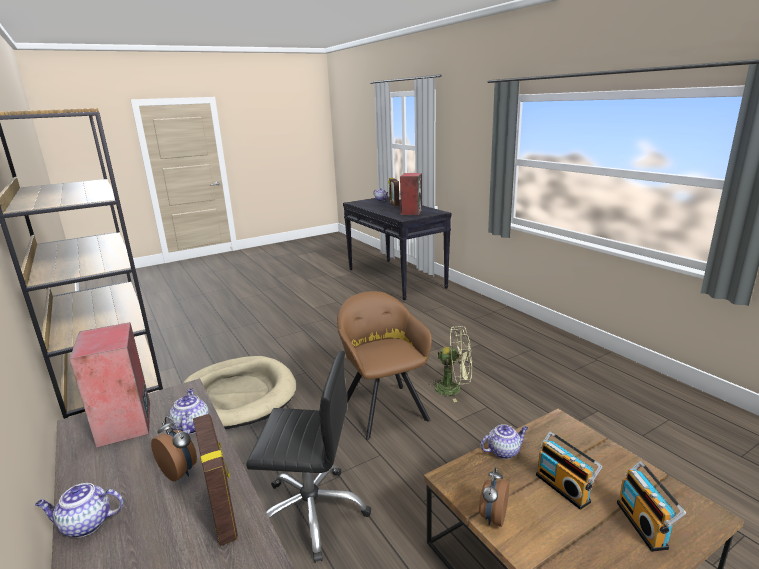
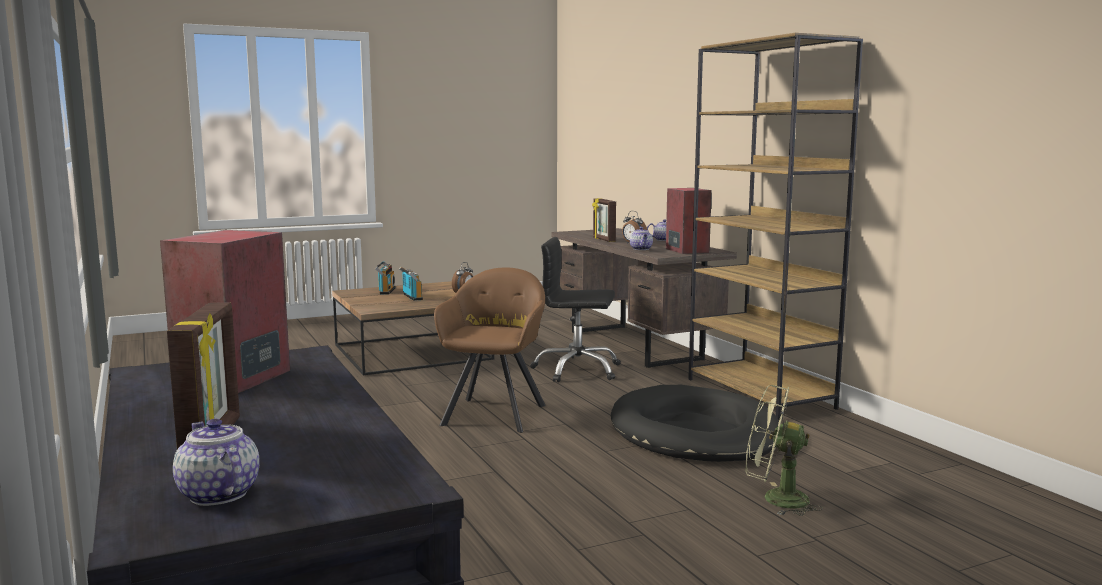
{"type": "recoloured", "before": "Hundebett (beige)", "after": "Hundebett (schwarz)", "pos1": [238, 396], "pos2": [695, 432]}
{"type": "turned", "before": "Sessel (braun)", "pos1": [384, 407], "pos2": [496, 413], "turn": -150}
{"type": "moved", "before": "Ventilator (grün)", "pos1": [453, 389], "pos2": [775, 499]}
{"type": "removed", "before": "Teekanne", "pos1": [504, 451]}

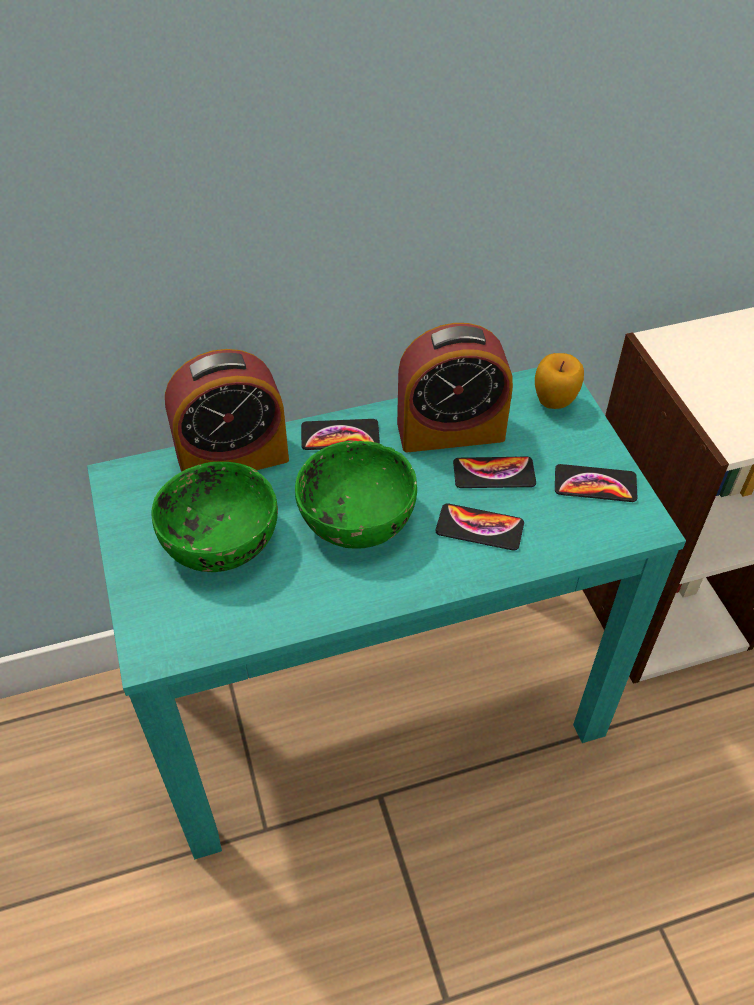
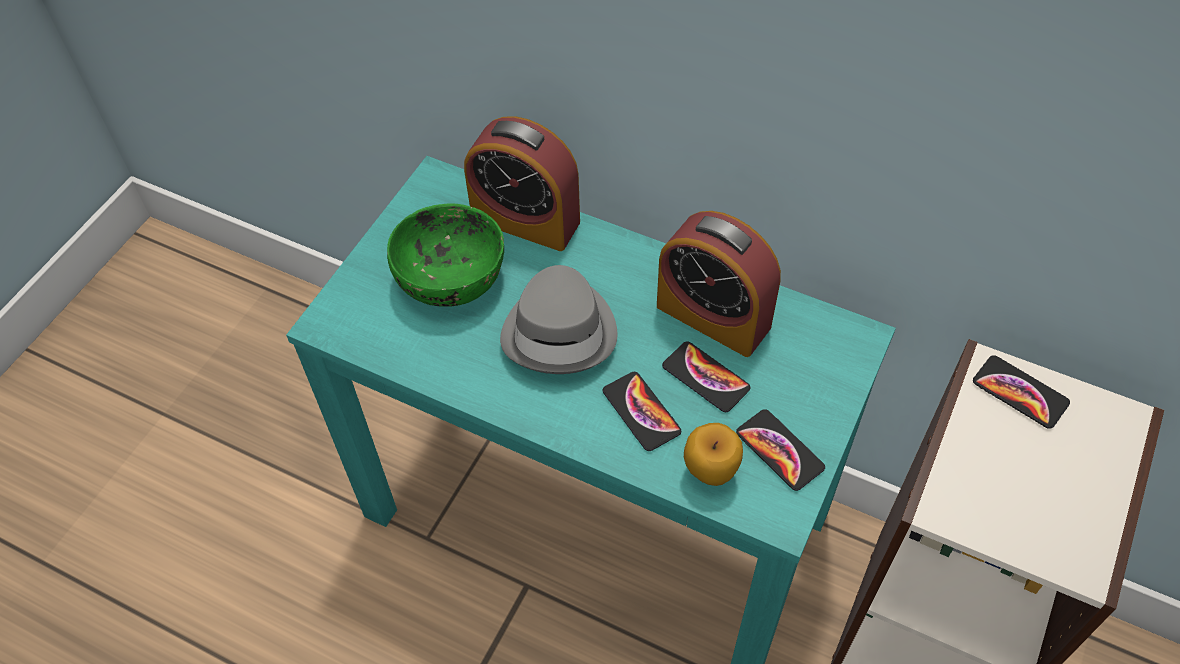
{"type": "replaced", "before": "Schüssel (grün)", "after": "Hut (grau)", "pos1": [356, 516], "pos2": [561, 331]}
{"type": "moved", "before": "Handy", "pos1": [340, 436], "pos2": [1020, 392]}
{"type": "moved", "before": "Apfel", "pos1": [554, 402], "pos2": [710, 472]}

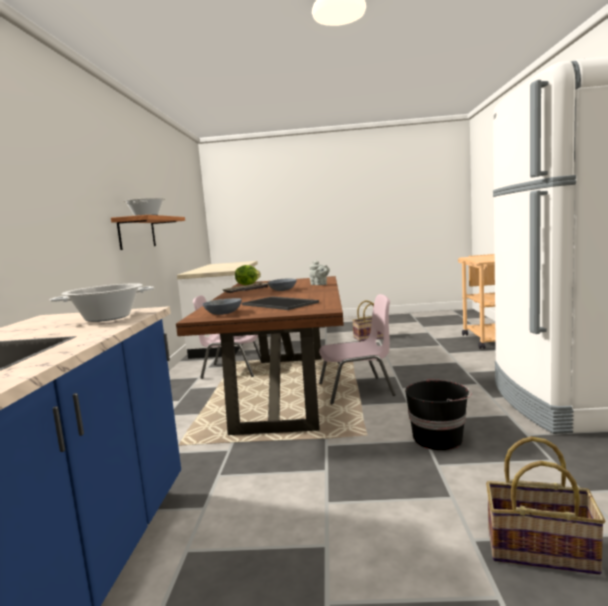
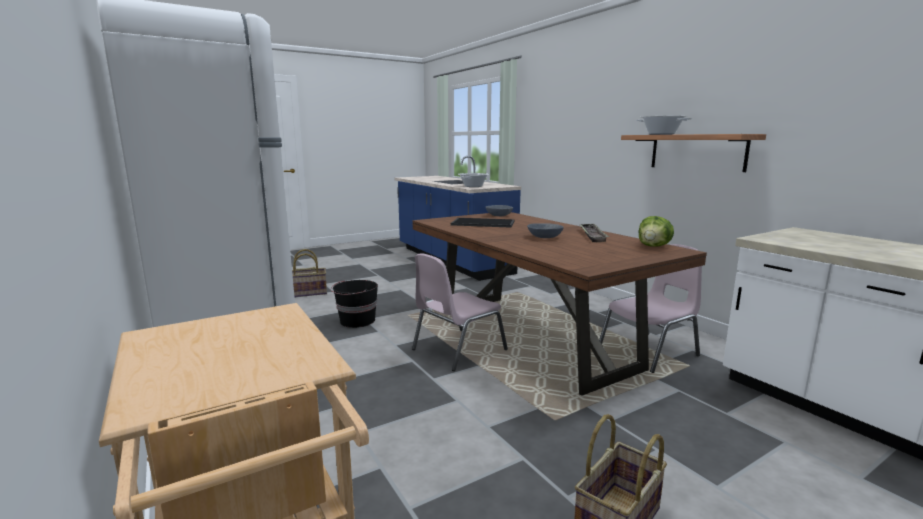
{"type": "removed", "before": "Teekanne (grau)", "pos1": [319, 285]}

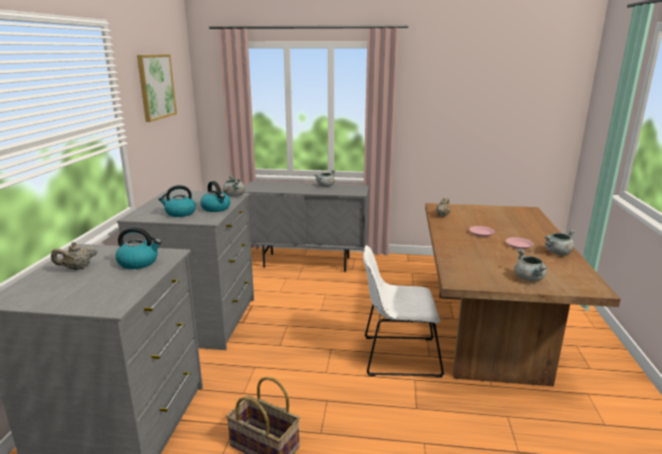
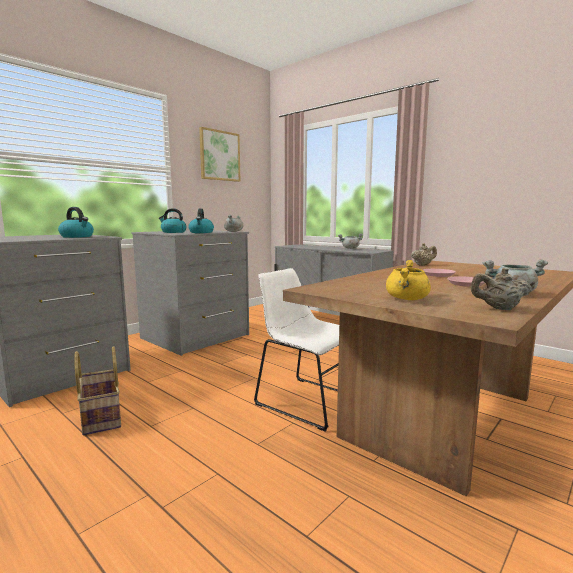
{"type": "moved", "before": "Teekanne (beige)", "pos1": [77, 268], "pos2": [499, 308]}
{"type": "recoloured", "before": "Kochtopf (grau)", "after": "Kochtopf (gelb)", "pos1": [529, 279], "pos2": [407, 299]}

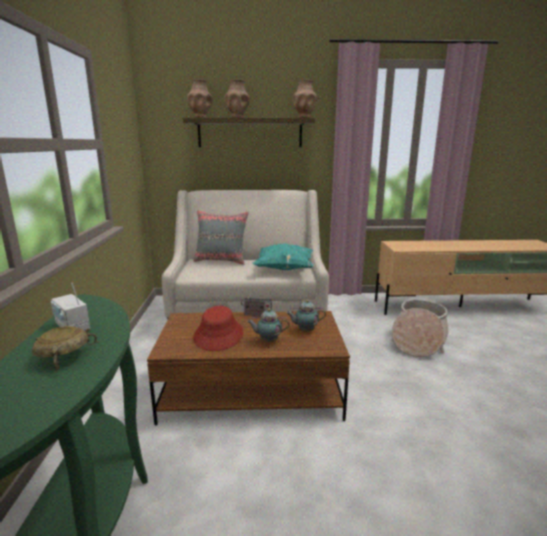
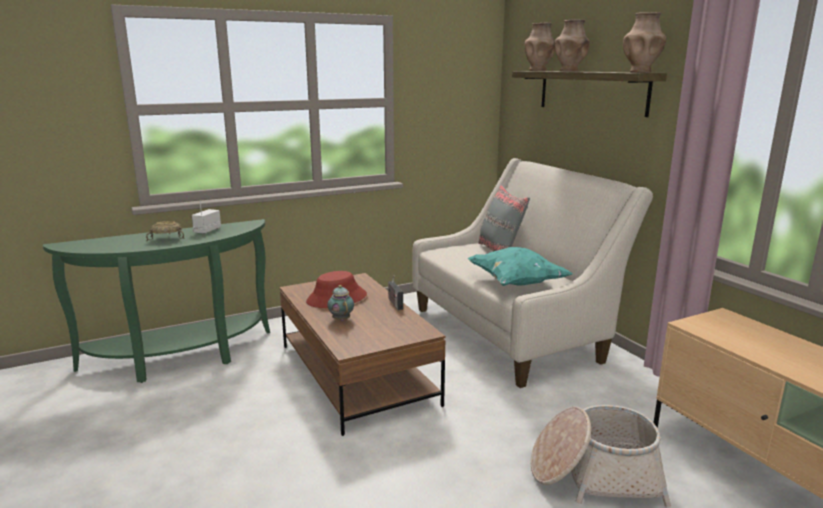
{"type": "removed", "before": "Teekanne", "pos1": [305, 330]}

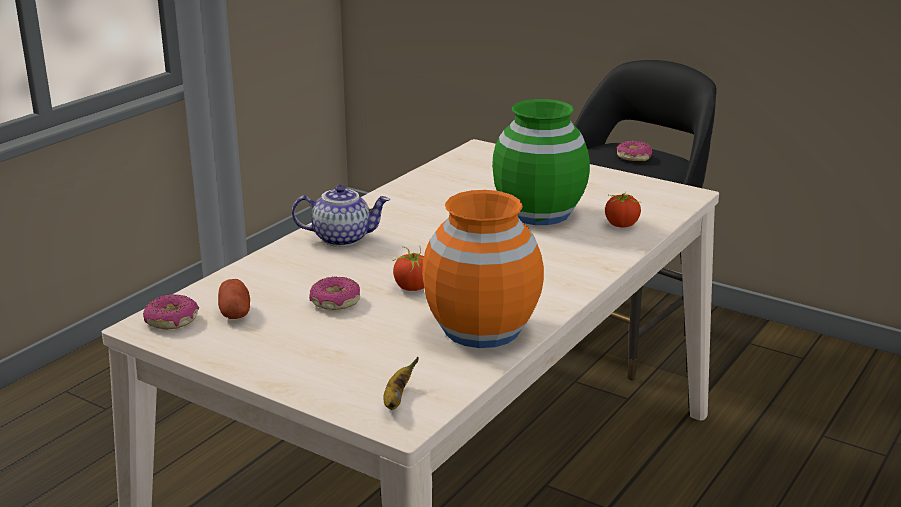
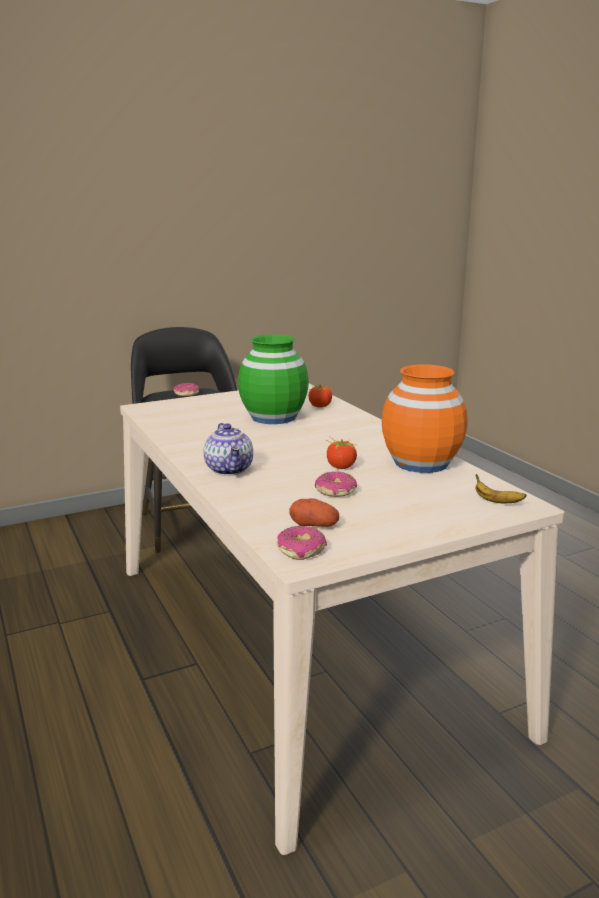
{"type": "turned", "before": "Teekanne", "pos1": [342, 238], "pos2": [230, 470], "turn": 135}

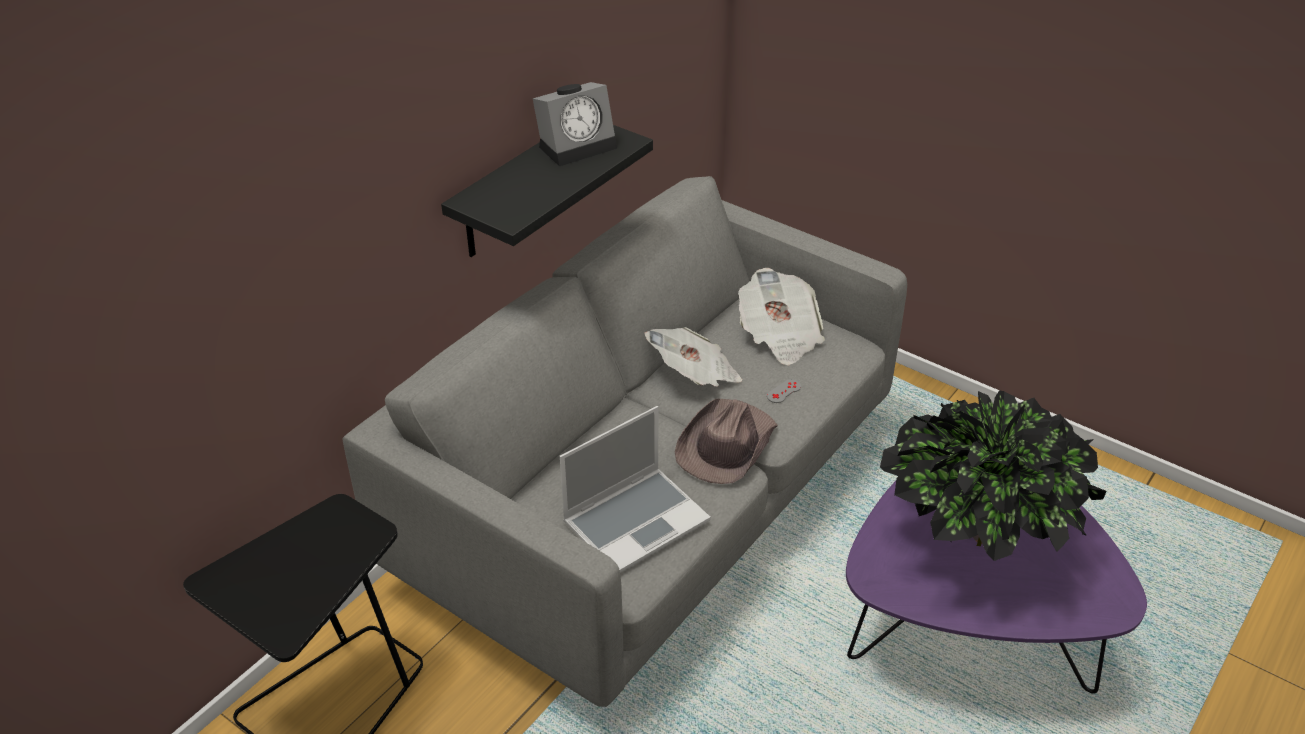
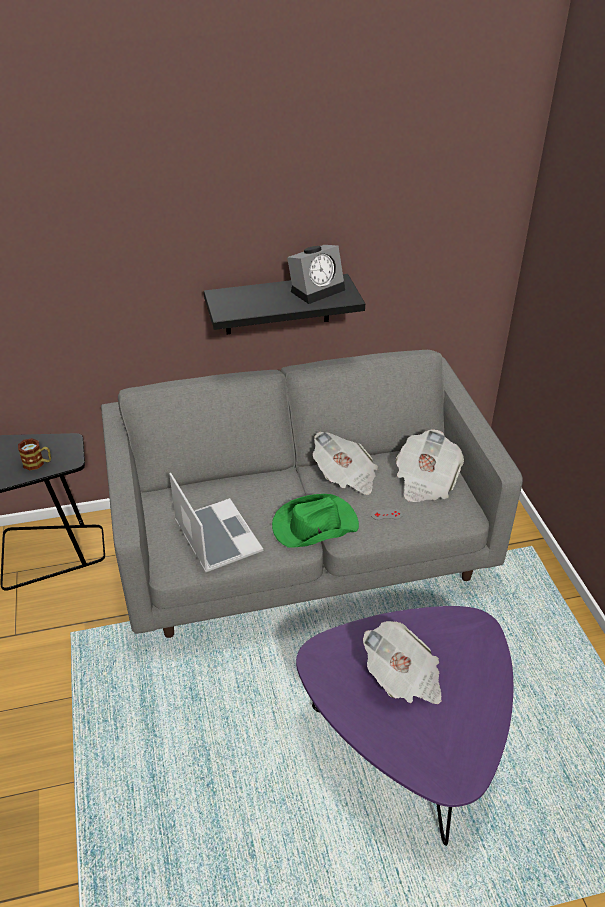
{"type": "turned", "before": "Wecker", "pos1": [578, 145], "pos2": [317, 289], "turn": -45}
{"type": "turned", "before": "Laptop", "pos1": [636, 520], "pos2": [216, 536], "turn": -120}
{"type": "recoloured", "before": "Hut (braun)", "after": "Hut (grün)", "pos1": [726, 445], "pos2": [314, 525]}
{"type": "replaced", "before": "Topfpflanze", "after": "Zeitung", "pos1": [972, 544], "pos2": [403, 678]}
{"type": "added", "after": "Henkelbecher", "pos2": [38, 463]}

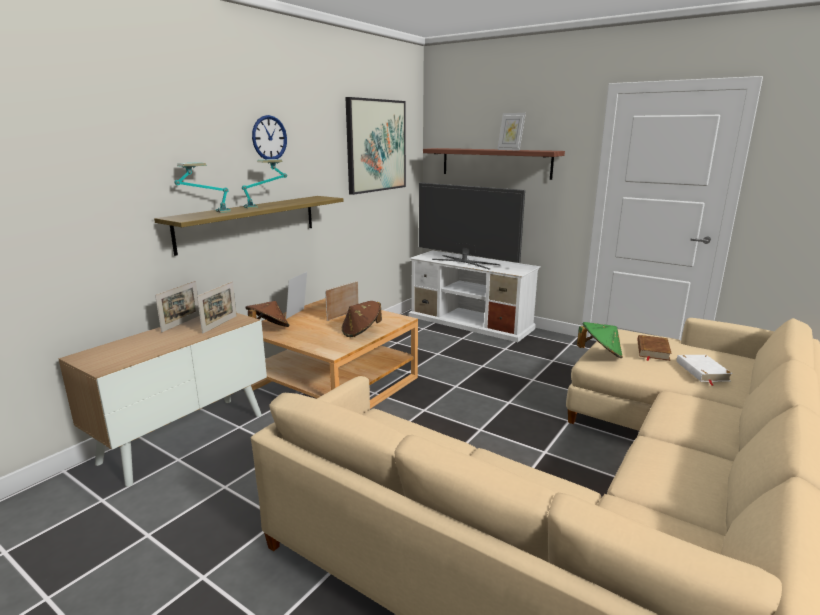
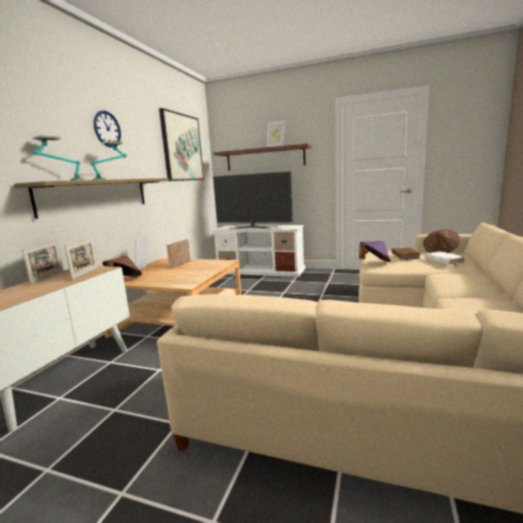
{"type": "moved", "before": "Hut (braun)", "pos1": [361, 332], "pos2": [440, 251]}
{"type": "recoloured", "before": "Hut (grün)", "after": "Hut (lila)", "pos1": [600, 354], "pos2": [374, 262]}

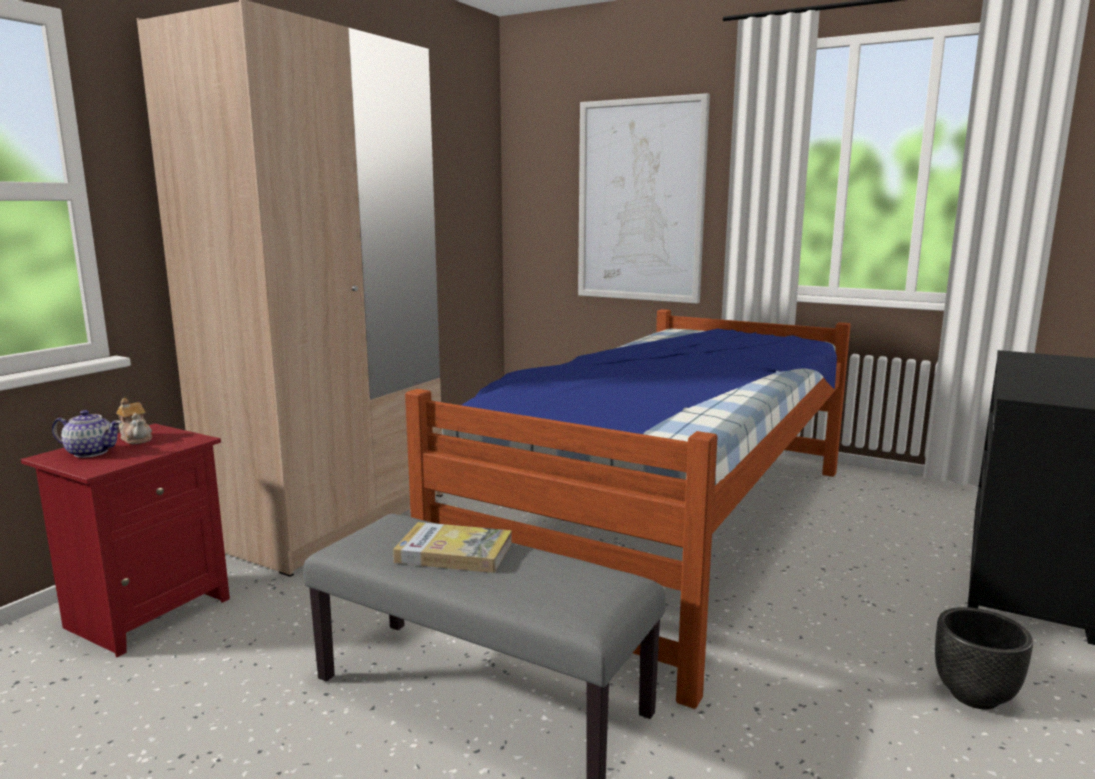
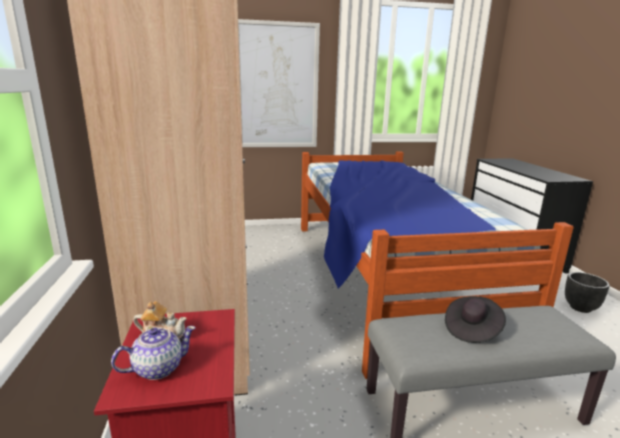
{"type": "replaced", "before": "Buch", "after": "Hut (schwarz)", "pos1": [454, 552], "pos2": [471, 329]}

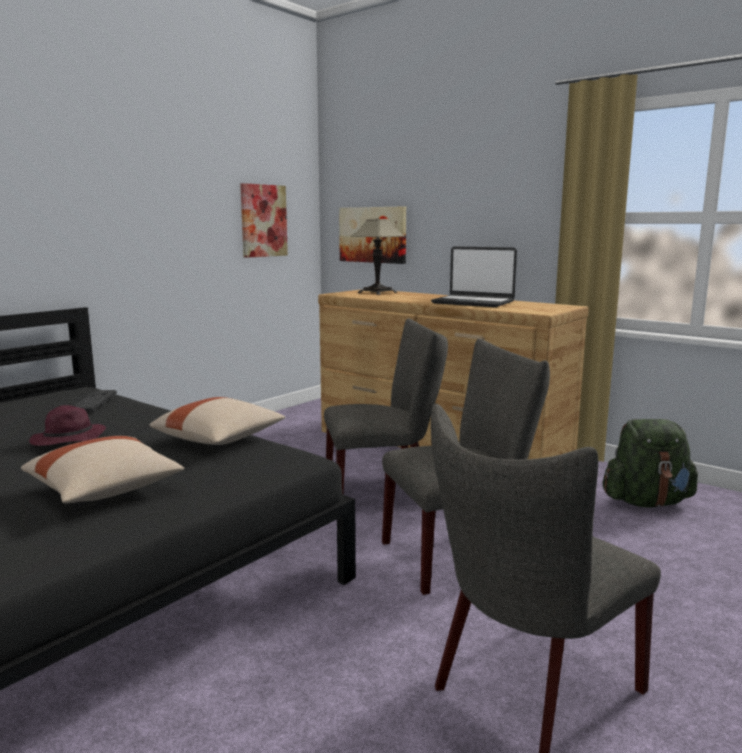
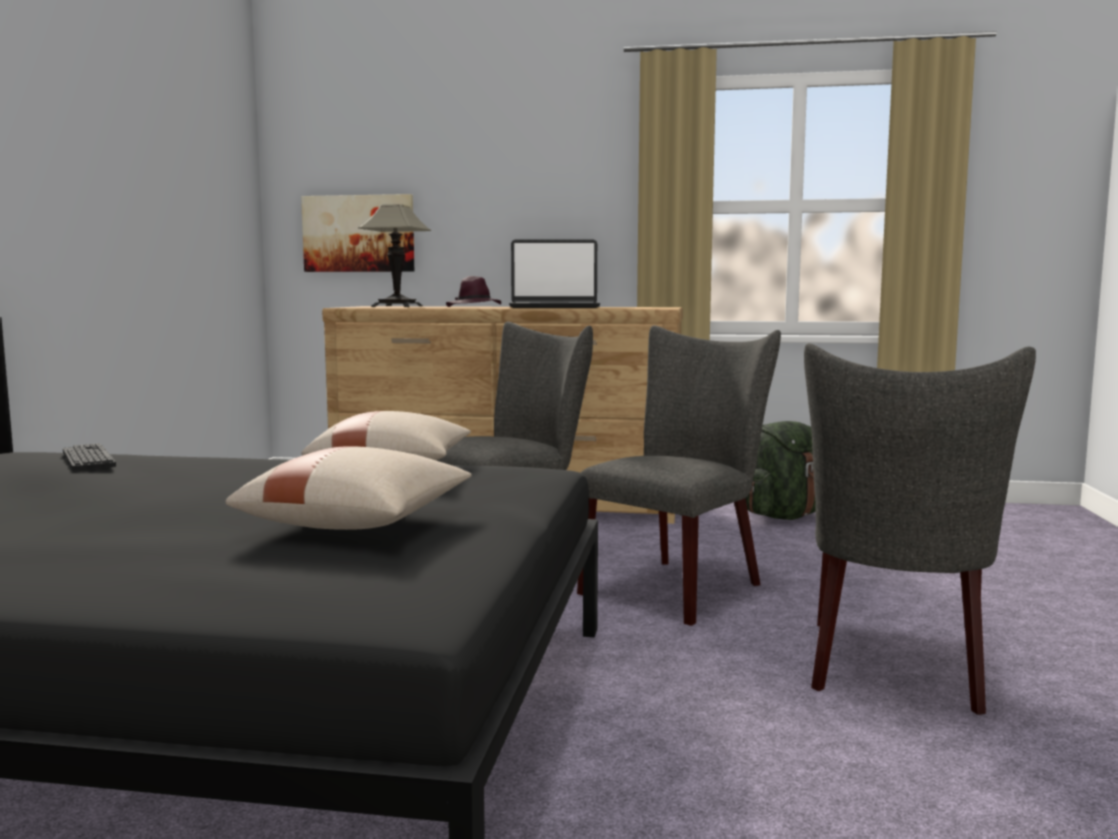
{"type": "moved", "before": "Hut (lila)", "pos1": [68, 440], "pos2": [474, 307]}
{"type": "removed", "before": "Bild", "pos1": [263, 221]}

